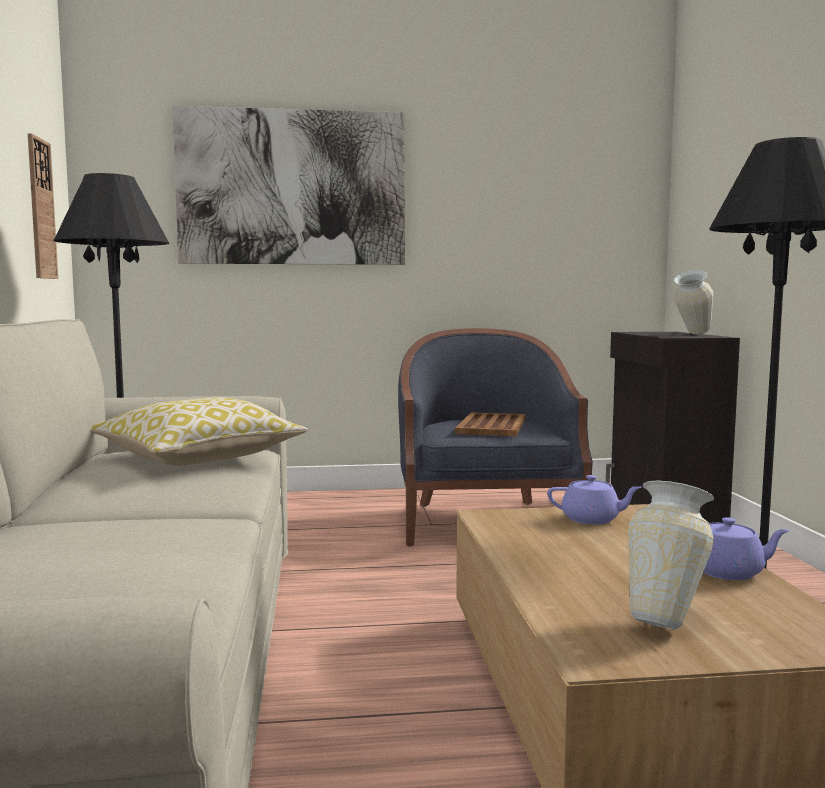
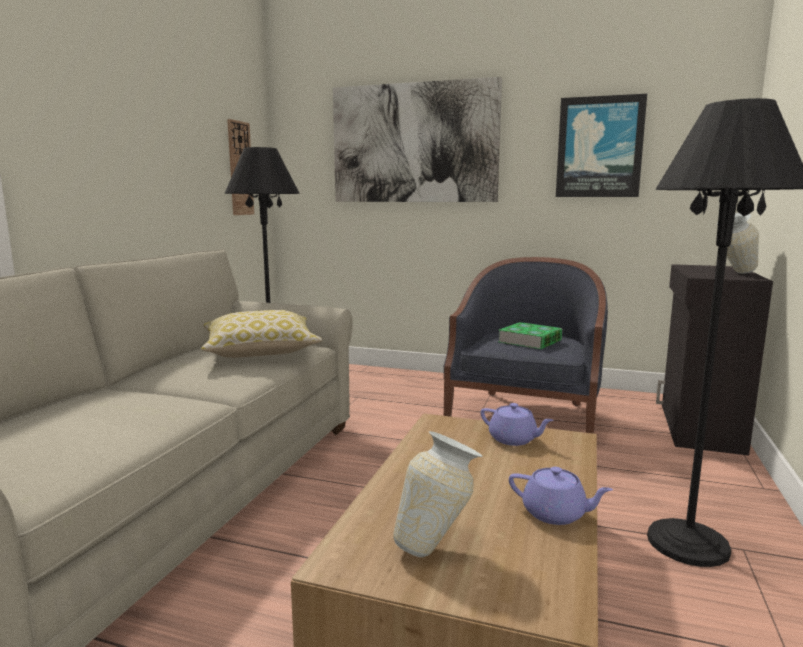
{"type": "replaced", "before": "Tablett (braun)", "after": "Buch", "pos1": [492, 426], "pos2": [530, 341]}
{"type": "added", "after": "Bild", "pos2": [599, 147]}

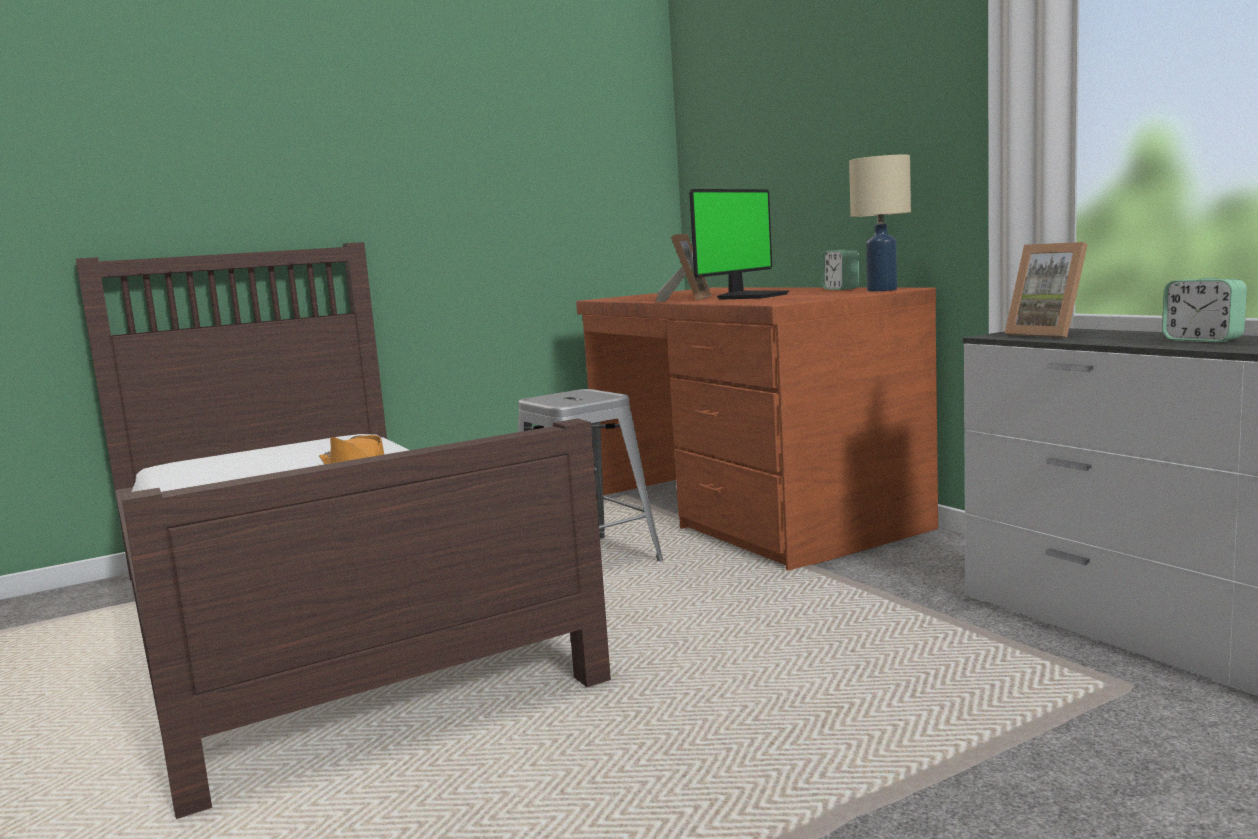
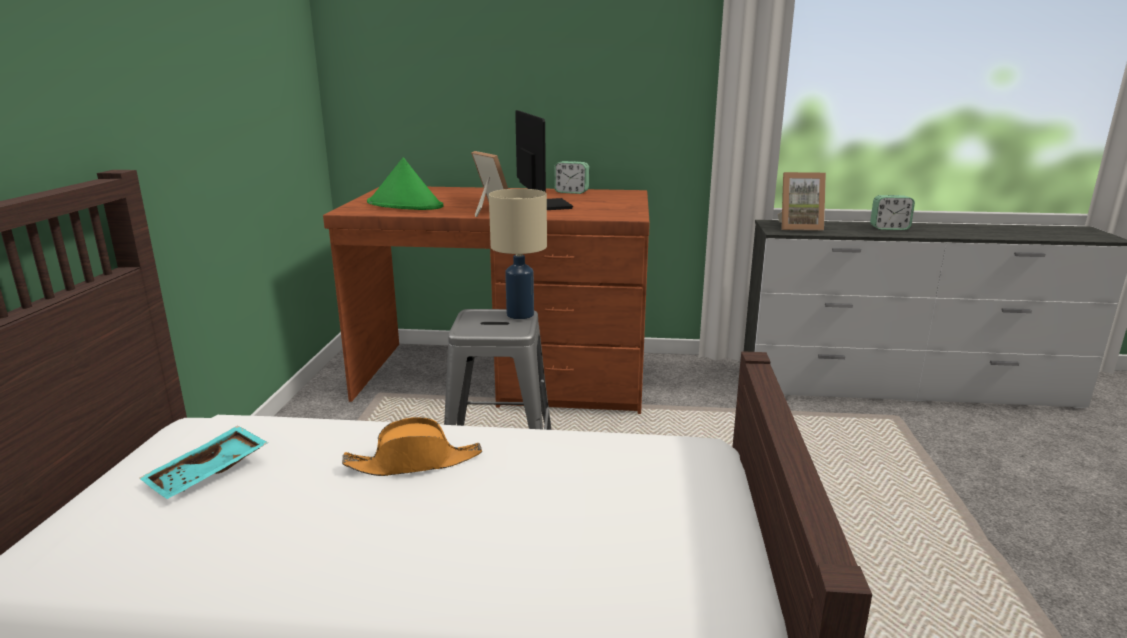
{"type": "moved", "before": "Tischlampe (beige)", "pos1": [882, 290], "pos2": [521, 314]}
{"type": "added", "after": "Tablett (türkis)", "pos2": [209, 474]}
{"type": "added", "after": "Hut (grün)", "pos2": [405, 205]}

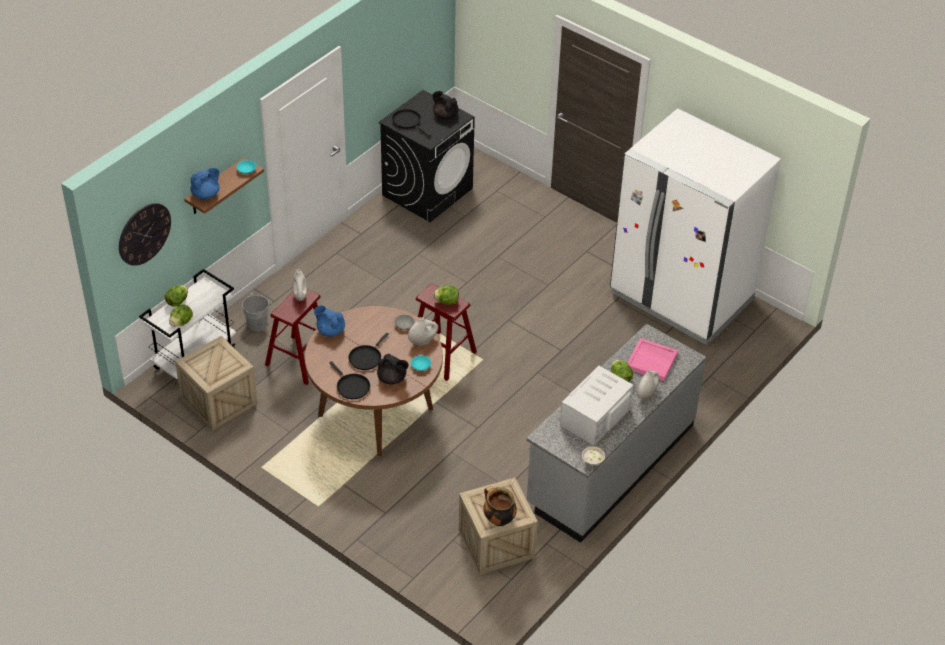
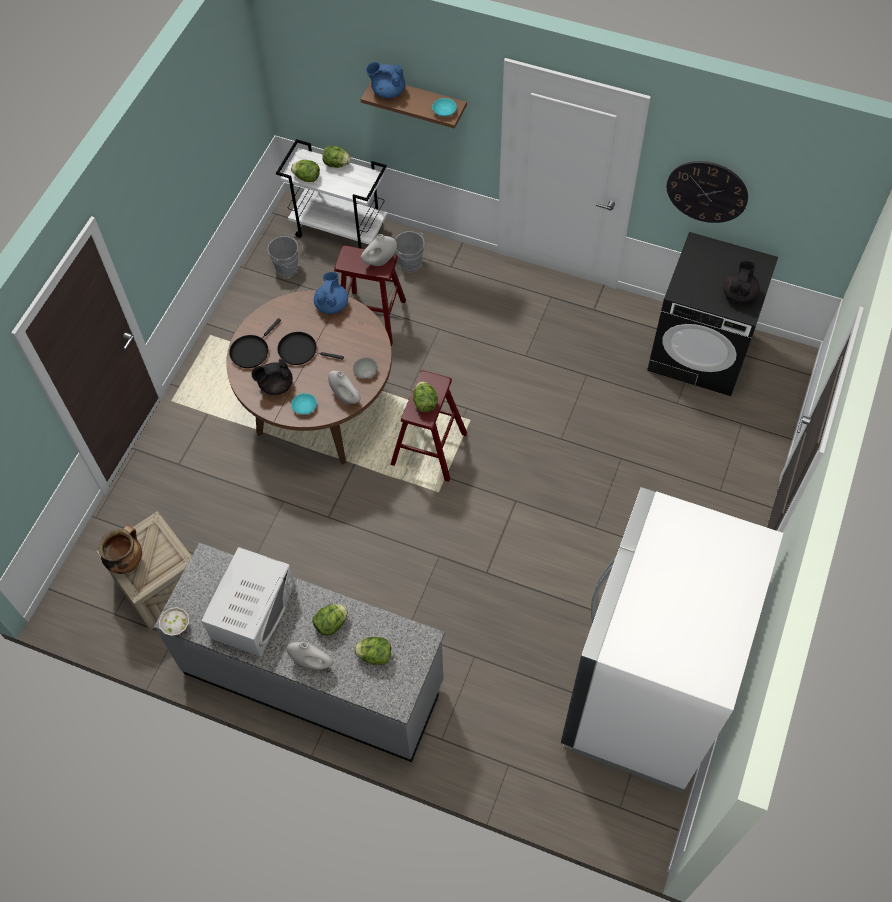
{"type": "moved", "before": "Wanduhr", "pos1": [144, 234], "pos2": [707, 191]}
{"type": "replaced", "before": "Kiste", "after": "Eimer (grau)", "pos1": [219, 401], "pos2": [289, 269]}
{"type": "turned", "before": "Teekanne (blau)", "pos1": [206, 194], "pos2": [387, 91], "turn": 150}
{"type": "turned", "before": "Teekanne (schwarz)", "pos1": [392, 379], "pos2": [275, 385], "turn": 60}
{"type": "removed", "before": "Pfanne (schwarz)", "pos1": [408, 122]}
{"type": "turned", "before": "Mikrowelle (weiß)", "pos1": [595, 417], "pos2": [253, 610], "turn": 90}
{"type": "replaced", "before": "Tablett (rosa)", "after": "Salatkopf", "pos1": [652, 361], "pos2": [374, 655]}

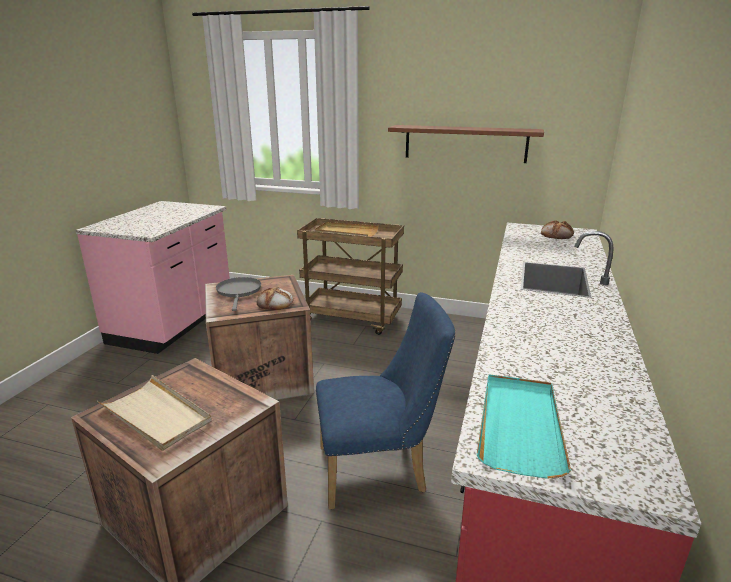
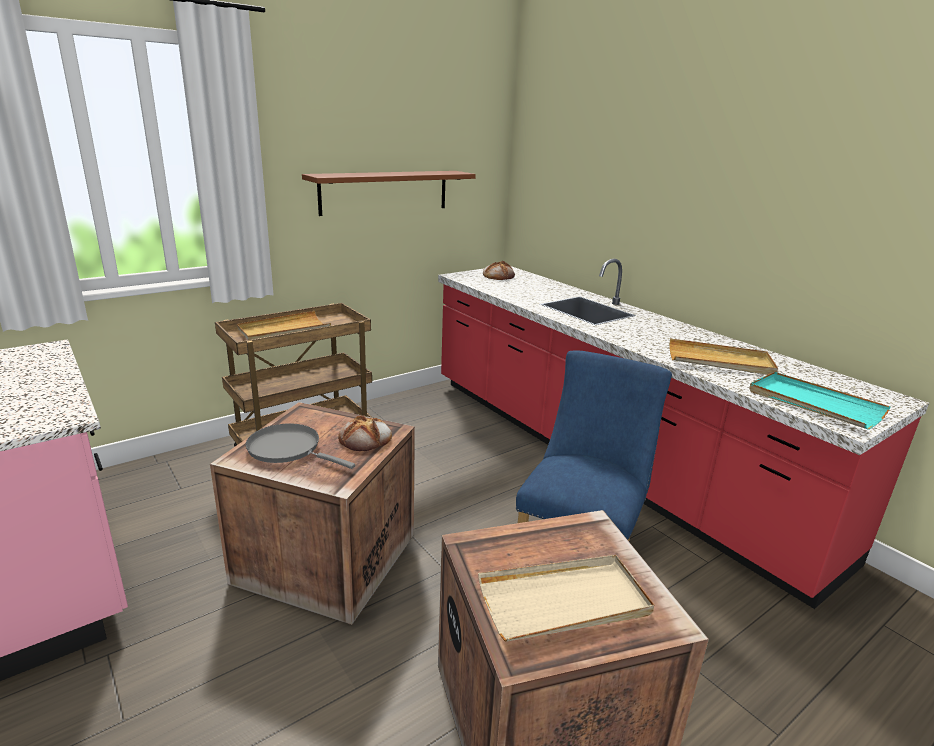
{"type": "added", "after": "Tablett (beige)", "pos2": [720, 361]}

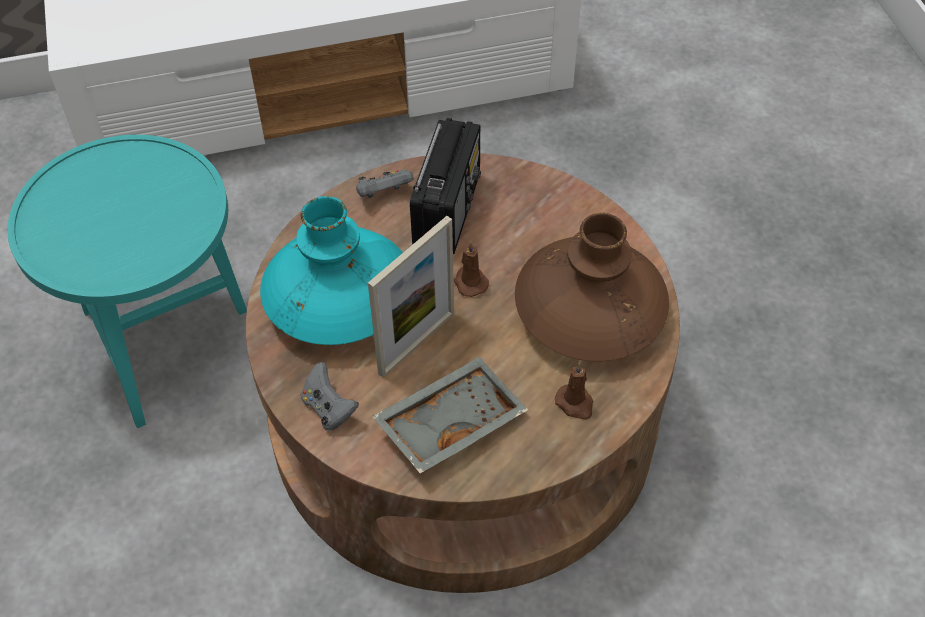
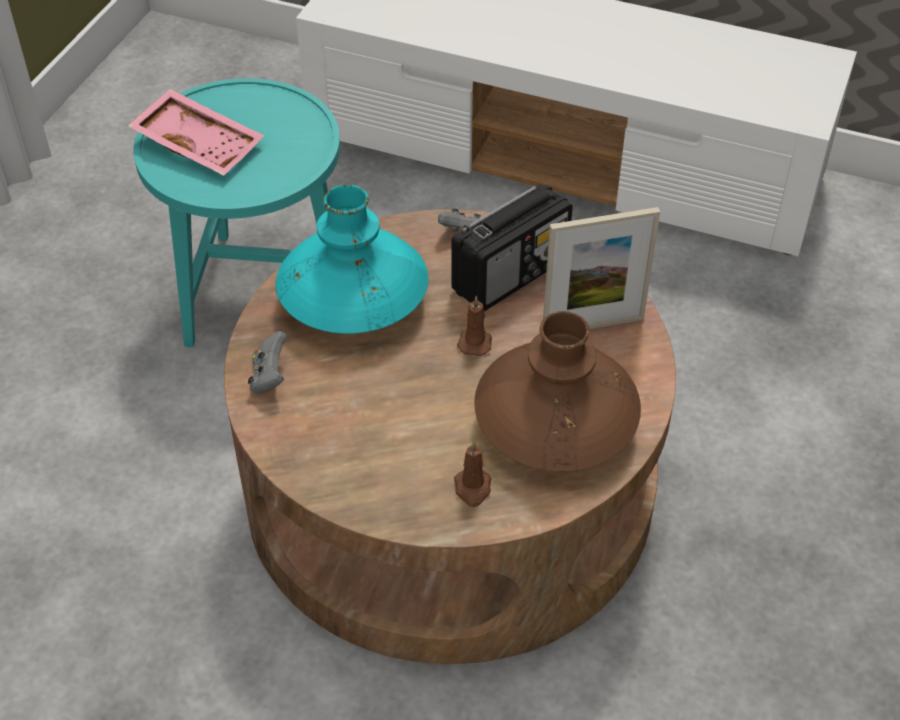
{"type": "moved", "before": "Bilderrahmen", "pos1": [416, 343], "pos2": [593, 325]}
{"type": "removed", "before": "Tablett (grau)", "pos1": [449, 422]}
{"type": "added", "after": "Tablett (rosa)", "pos2": [200, 143]}

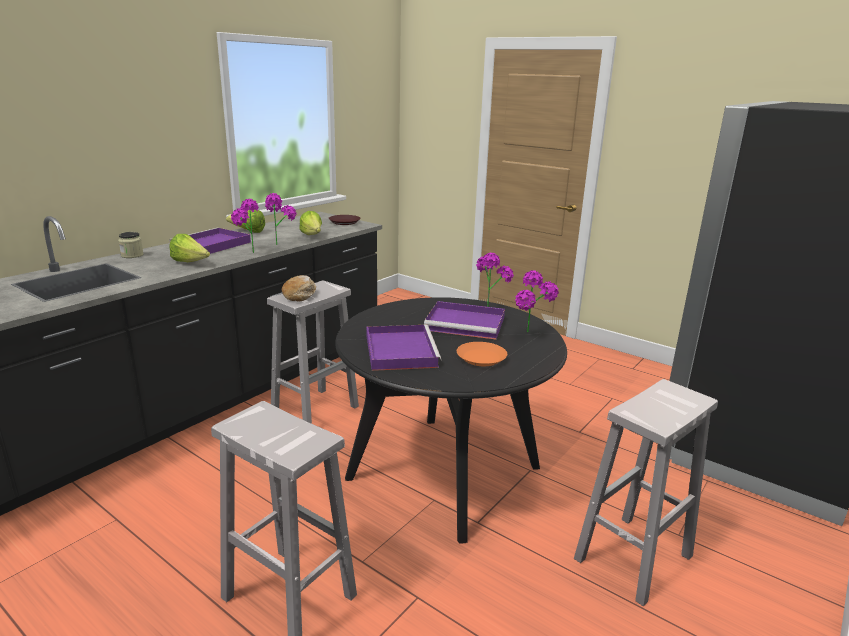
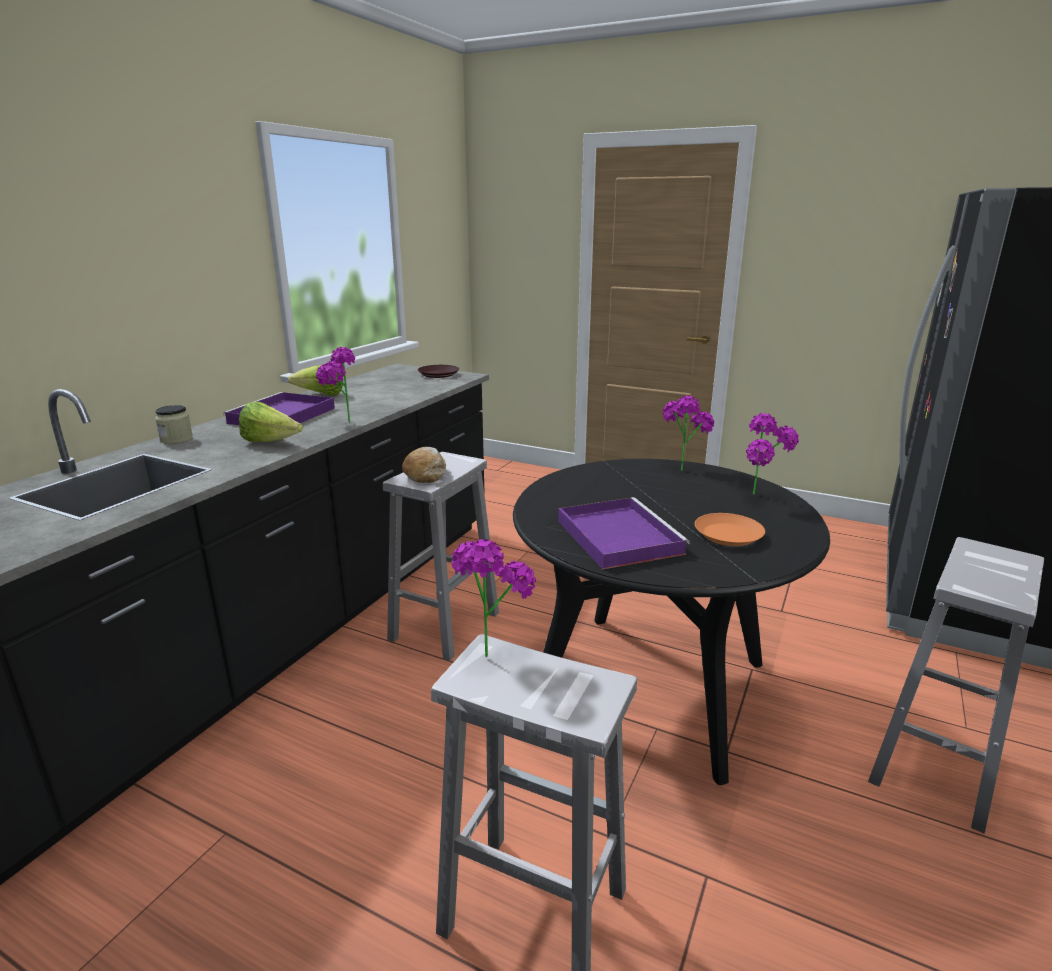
{"type": "moved", "before": "Topfpflanze", "pos1": [280, 243], "pos2": [490, 647]}
{"type": "removed", "before": "Salatkopf", "pos1": [312, 236]}
{"type": "removed", "before": "Tablett (lila)", "pos1": [466, 323]}

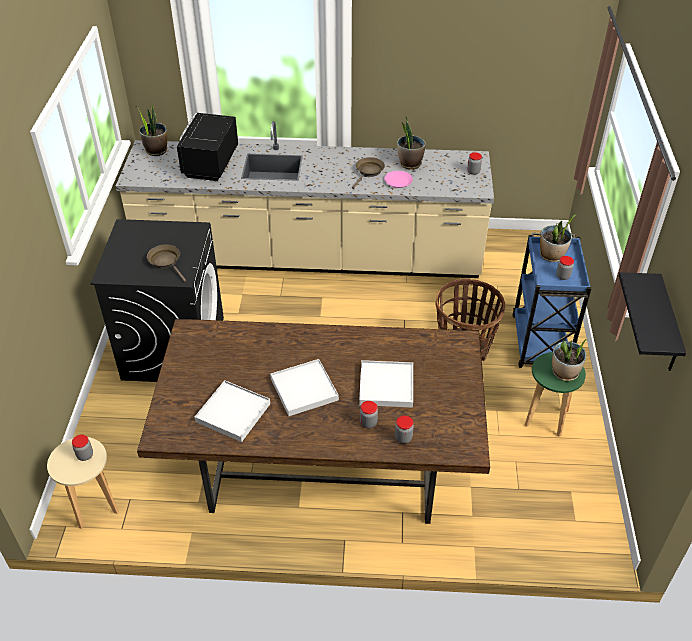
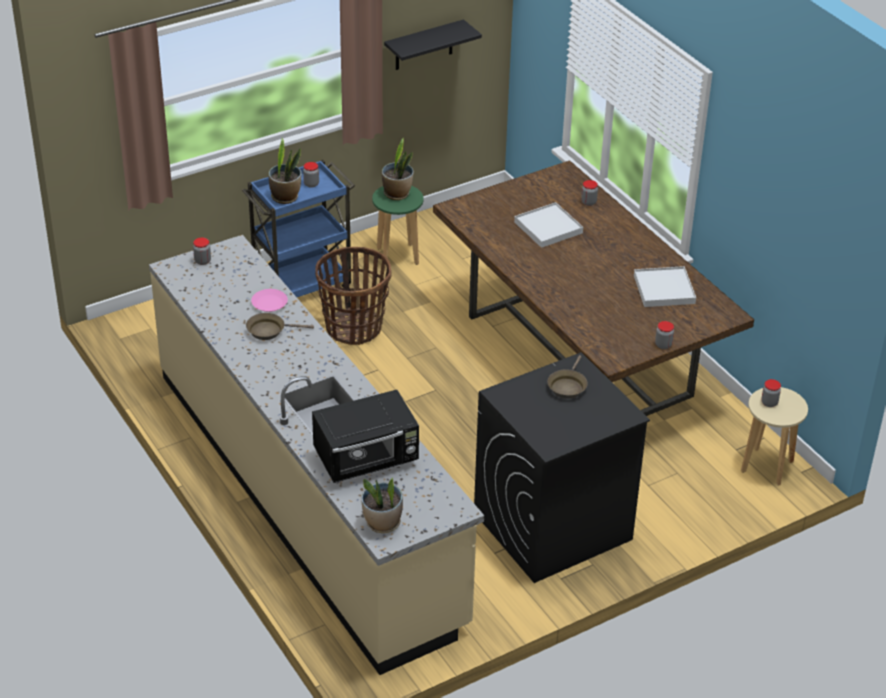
{"type": "removed", "before": "Tablett (weiß)", "pos1": [304, 389]}
{"type": "moved", "before": "Vorratsglas", "pos1": [368, 423], "pos2": [663, 345]}
{"type": "removed", "before": "Topfpflanze", "pos1": [410, 163]}

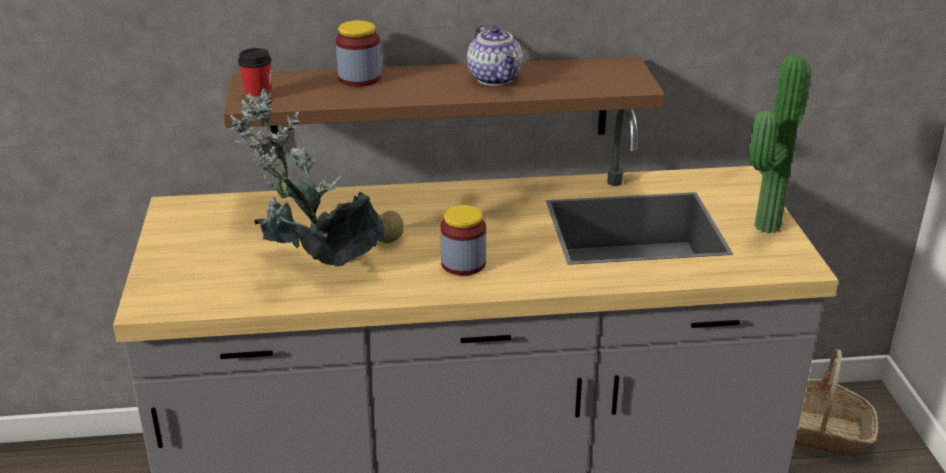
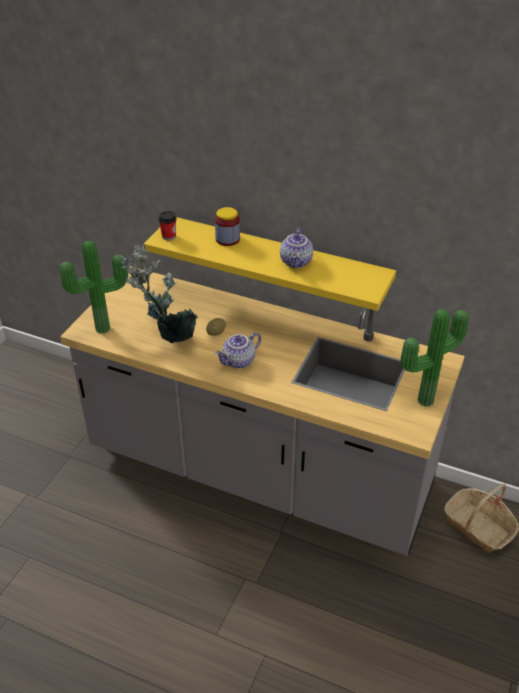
{"type": "recoloured", "before": "Wandregal (braun)", "after": "Wandregal (gelb)", "pos1": [440, 103], "pos2": [278, 262]}
{"type": "replaced", "before": "Vorratsglas", "after": "Teekanne", "pos1": [463, 263], "pos2": [239, 362]}
{"type": "added", "after": "Topfpflanze", "pos2": [104, 330]}

